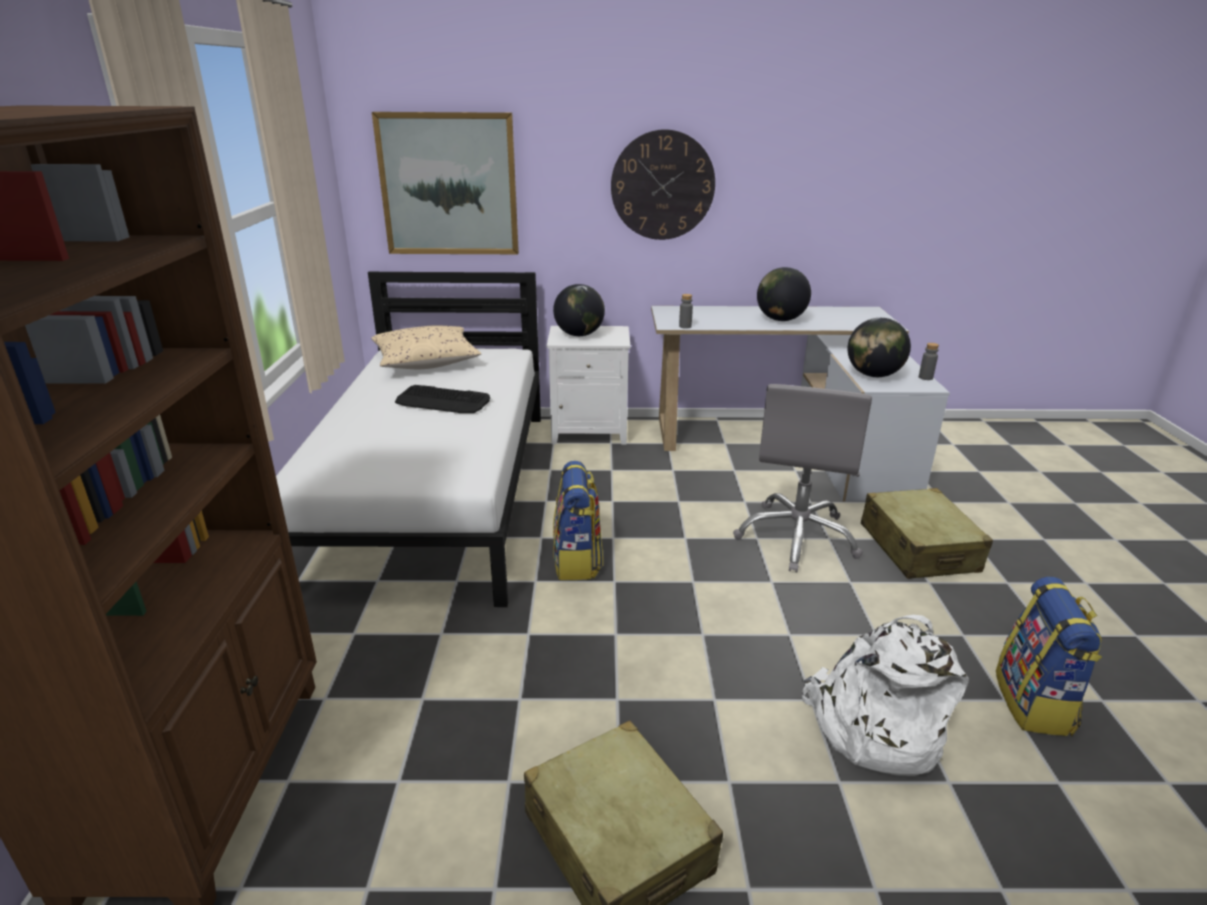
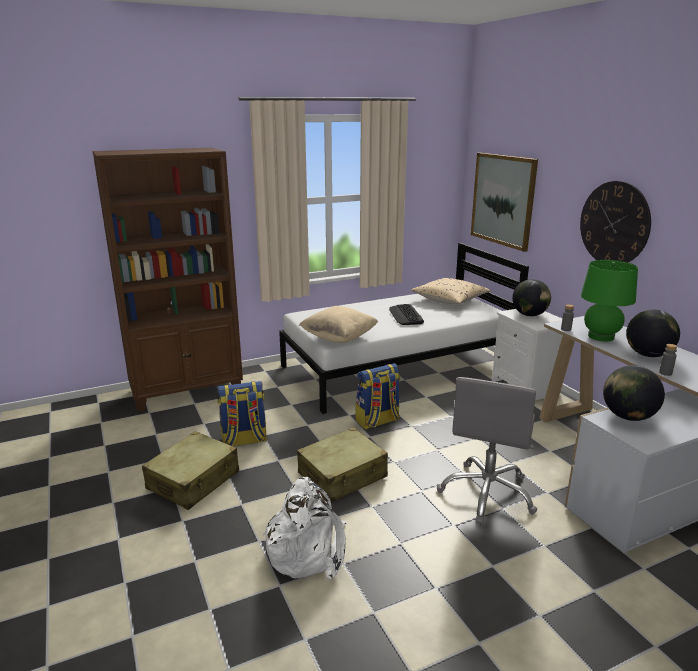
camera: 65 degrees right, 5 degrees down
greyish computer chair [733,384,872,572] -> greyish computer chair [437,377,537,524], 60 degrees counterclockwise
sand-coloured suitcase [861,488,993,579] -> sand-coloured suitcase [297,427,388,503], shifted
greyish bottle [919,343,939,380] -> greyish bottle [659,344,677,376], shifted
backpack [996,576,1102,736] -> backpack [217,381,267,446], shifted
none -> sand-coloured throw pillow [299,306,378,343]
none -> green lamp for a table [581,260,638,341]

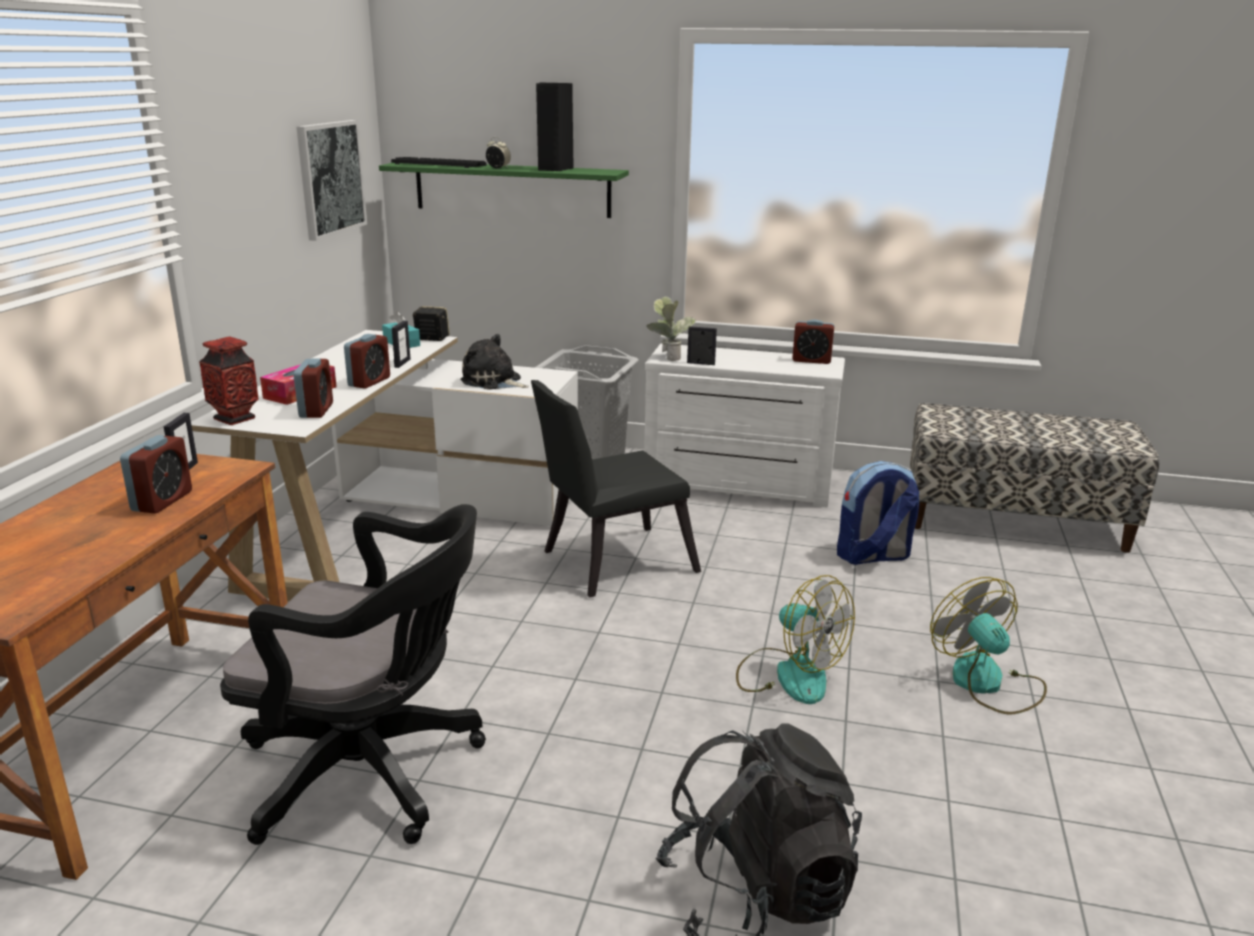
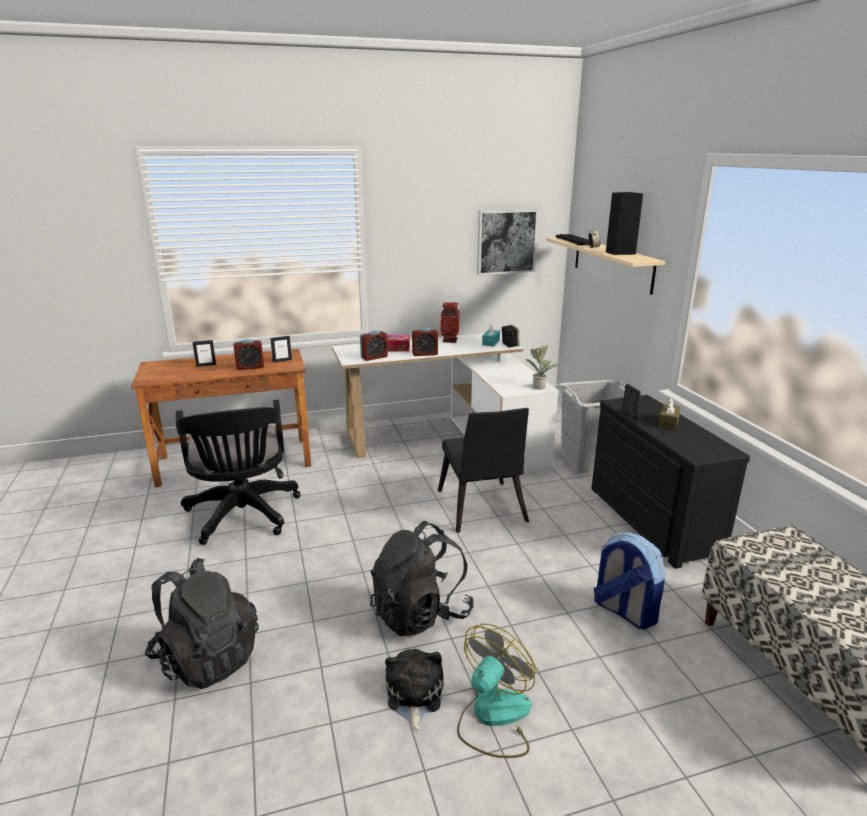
camera: 60 degrees right, 0 degrees up
decorative vase [199,337,258,425] -> decorative vase [441,302,460,343], shifted
green shelf [379,163,629,218] -> sand-coloured shelf [546,237,666,295]
picture frame [392,321,410,368] -> picture frame [192,340,216,367], shifted
plush toy [460,334,529,390] -> plush toy [385,649,444,732], shifted
black plain chair [531,380,701,597] -> black plain chair [438,408,529,533], 135 degrees counterclockwise
whitish dresser [644,343,845,508] -> black dresser [591,395,750,569]
potted plant [646,296,696,361] -> potted plant [526,345,558,390], shifted
fan [736,575,855,704] -> black backpack [370,521,474,636]
bedside clock [792,319,834,364] -> none
none -> brownish tissue box [658,398,681,430]

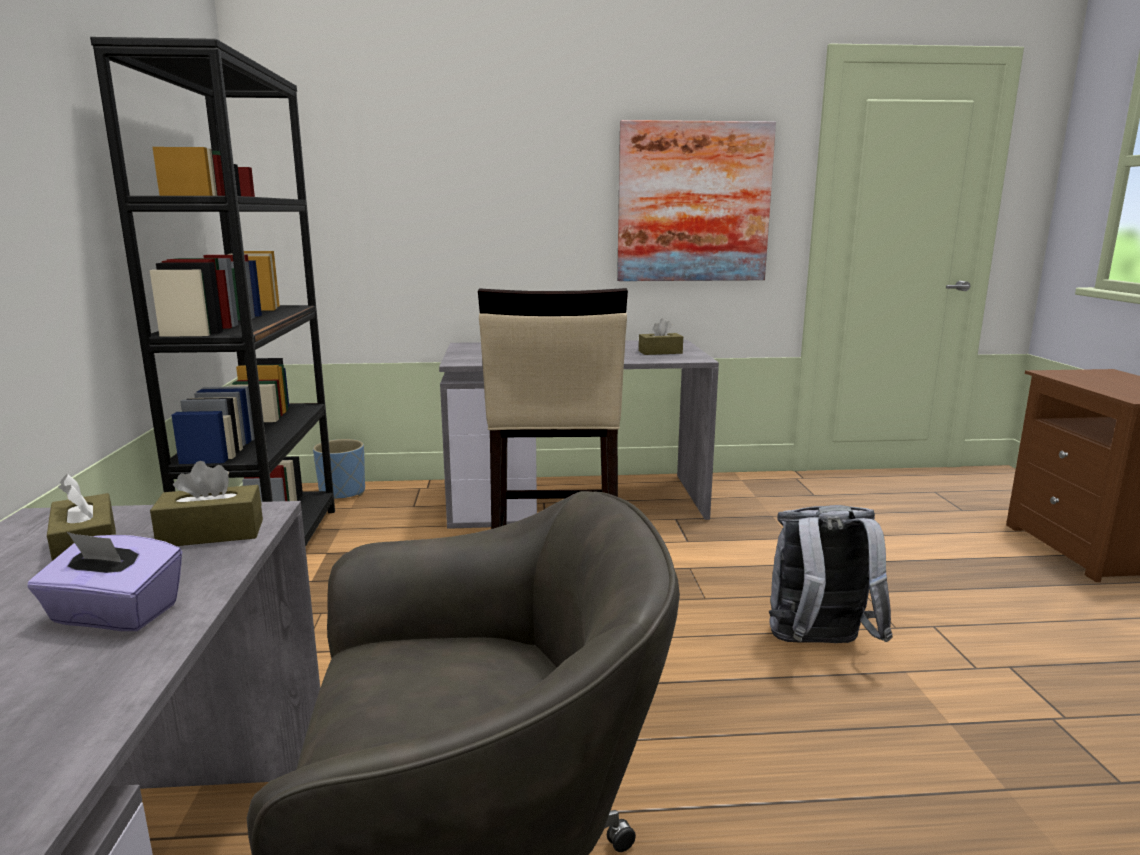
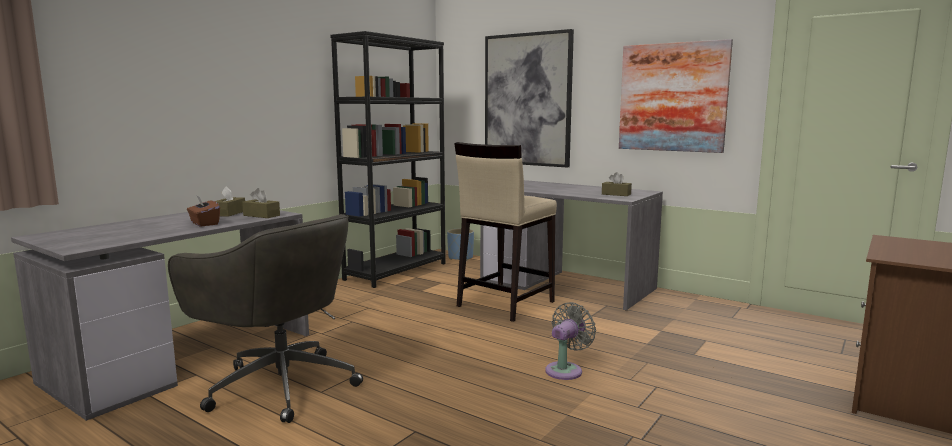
camera: 40 degrees right, 5 degrees down
purplish tissue box [28,532,182,631] -> brownish tissue box [187,196,220,227]
greyish backpack [769,505,893,643] -> greyish fan [545,302,596,380]
none -> wall art [485,29,574,168]

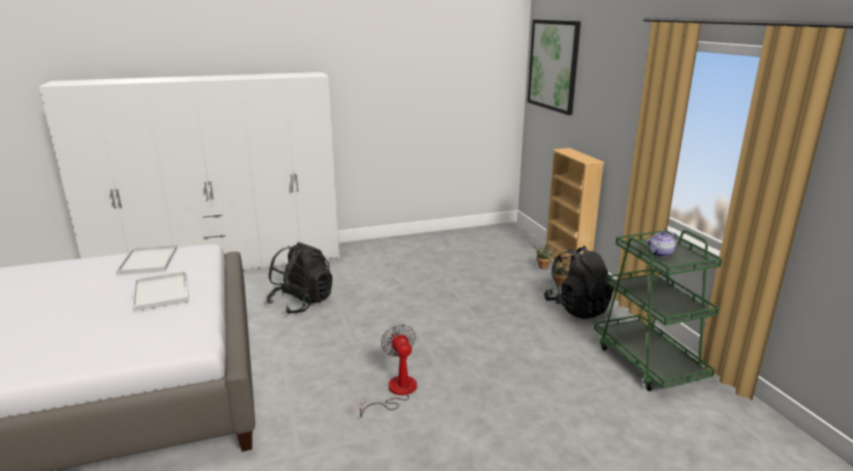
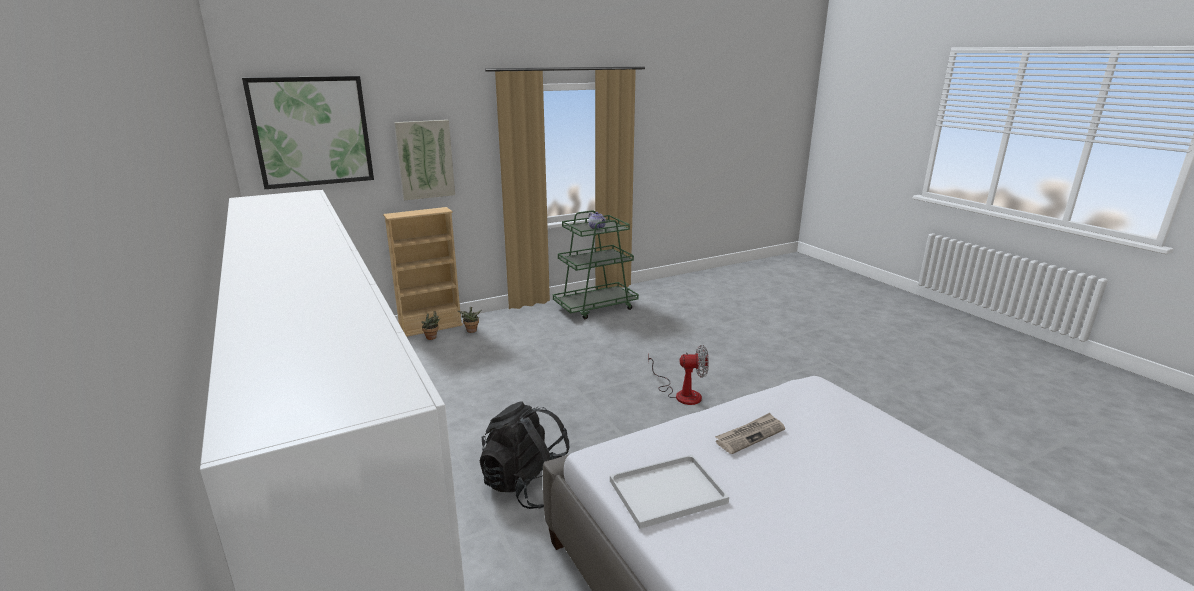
camera: 100 degrees left, 0 degrees up
whitish serving tray [132,271,189,312] -> newspaper [715,413,785,454]
fan [357,324,417,417] -> fan [648,345,709,405], 150 degrees counterclockwise
black backpack [544,246,614,319] -> none
none -> wall art [394,120,455,200]

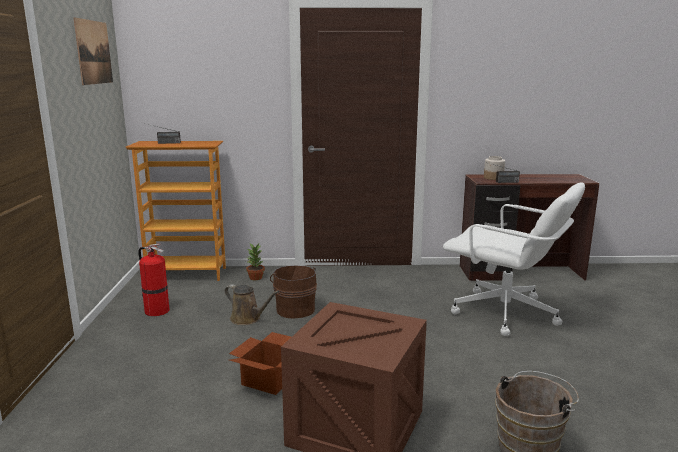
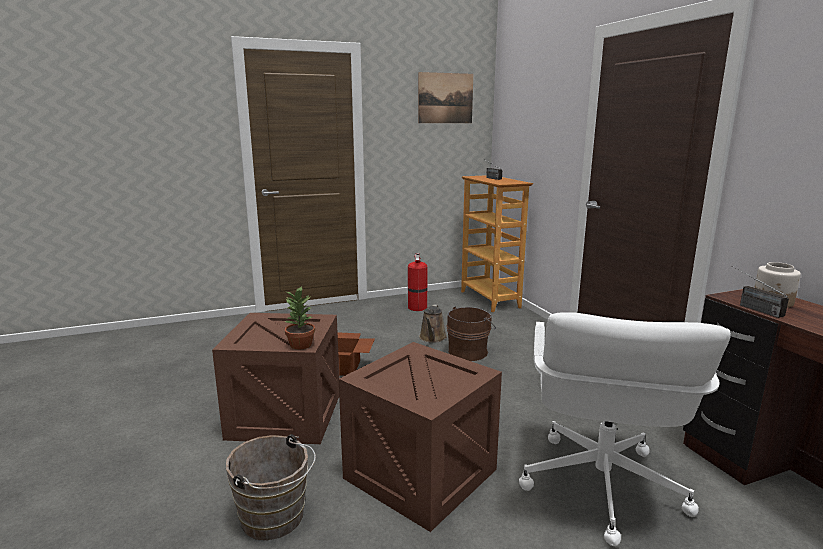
camera: 70 degrees right, 0 degrees up
potted plant [246,243,265,280] -> potted plant [285,286,315,350], shifted
none -> crate [339,342,502,532]

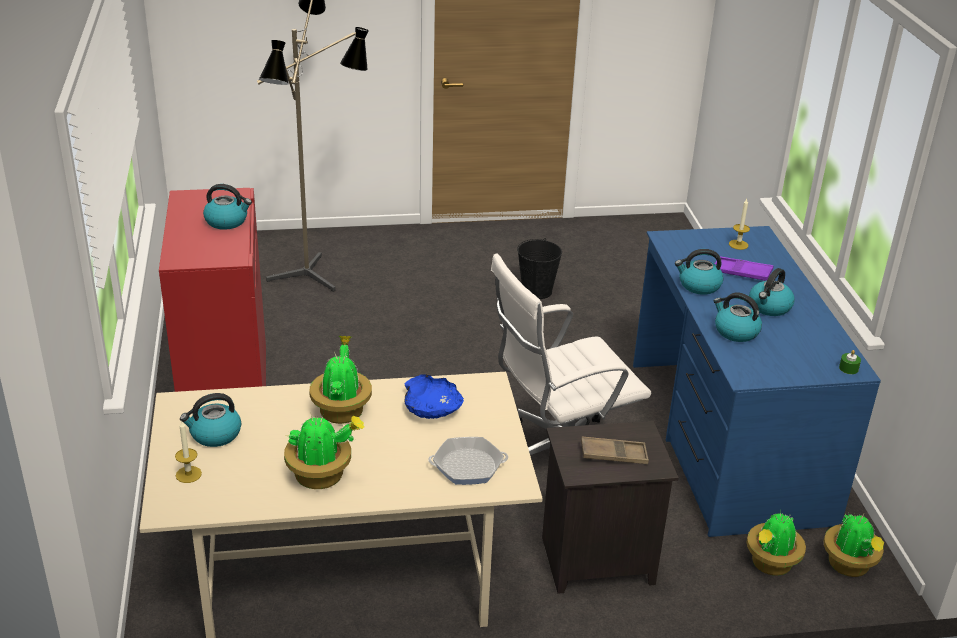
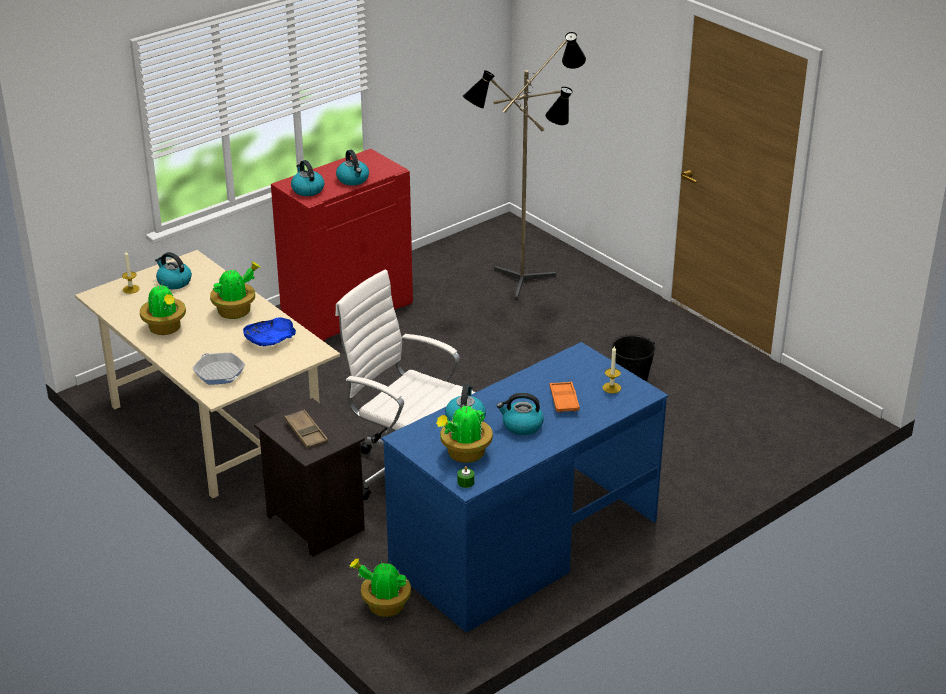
camera: 60 degrees right, 0 degrees up
water kettle [675,249,723,295] -> water kettle [291,160,324,196], shifted
purplish serving tray [715,256,773,281] -> orangey serving tray [550,381,580,413]
potted plant [824,512,884,577] -> potted plant [436,405,493,463], shifted

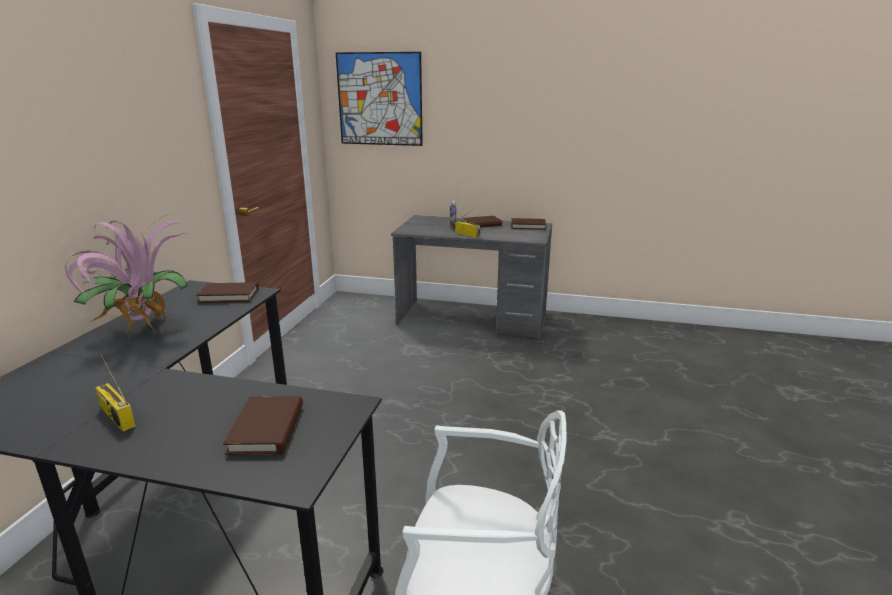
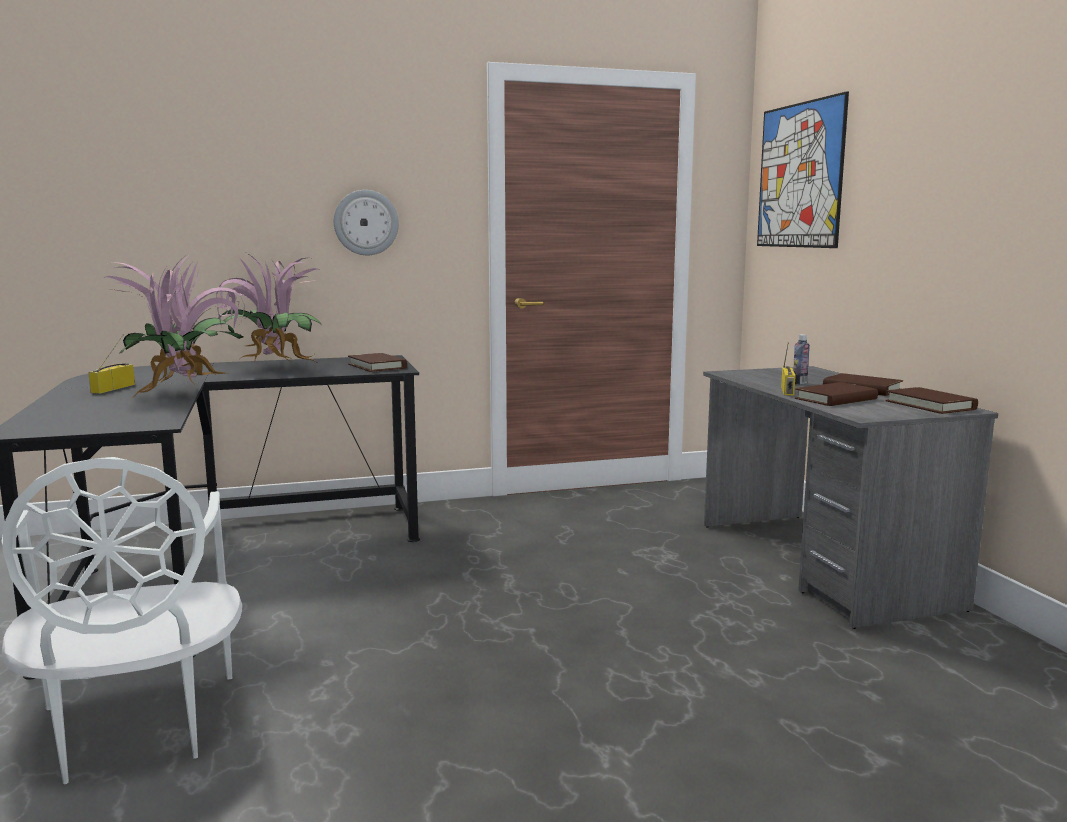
camera: 60 degrees right, 10 degrees down
brownish volume [223,396,303,455] -> brownish volume [795,382,878,406], shifted
none -> potted plant [104,255,245,400]
none -> clock on the wall [334,190,399,255]

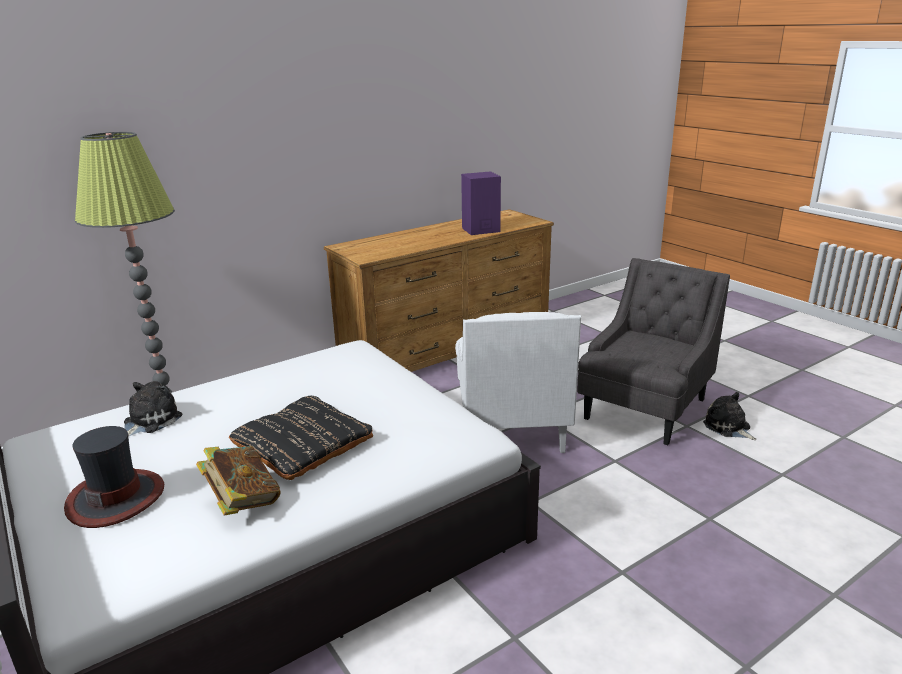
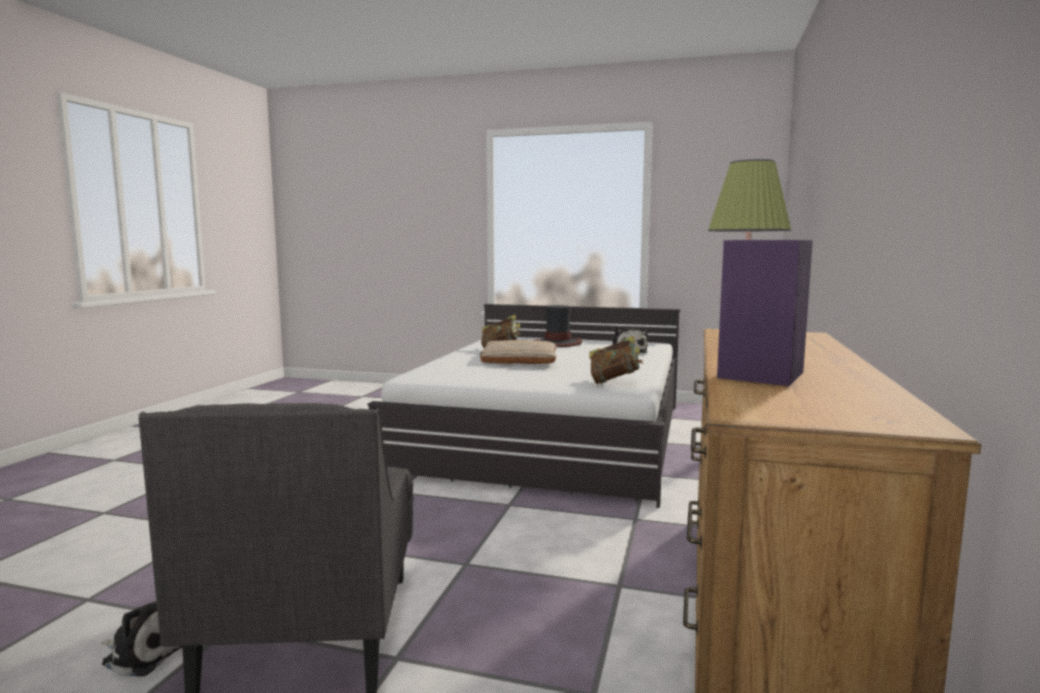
camera: 140 degrees right, 15 degrees down
black throw pillow [229,396,373,480] -> sand-coloured throw pillow [480,340,557,364]
whitish lounge chair [455,312,581,453] -> none
none -> volume [589,336,643,384]

